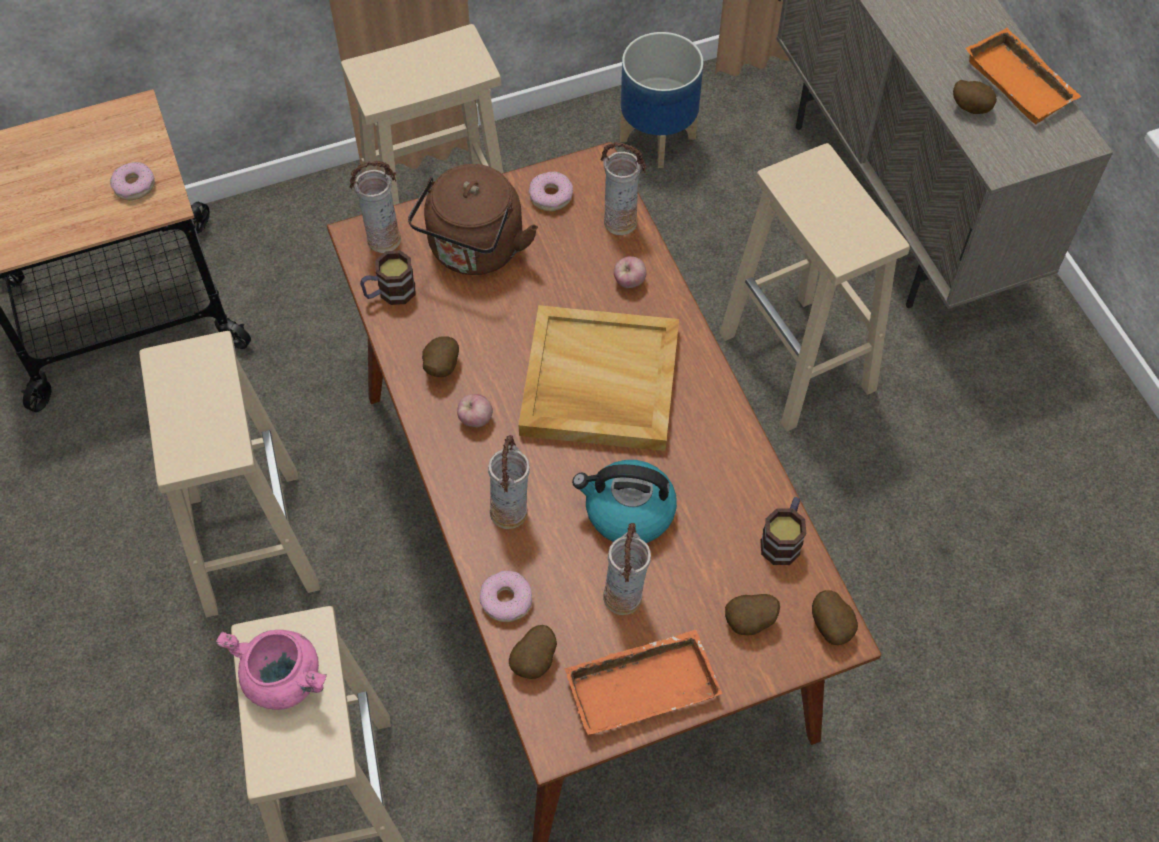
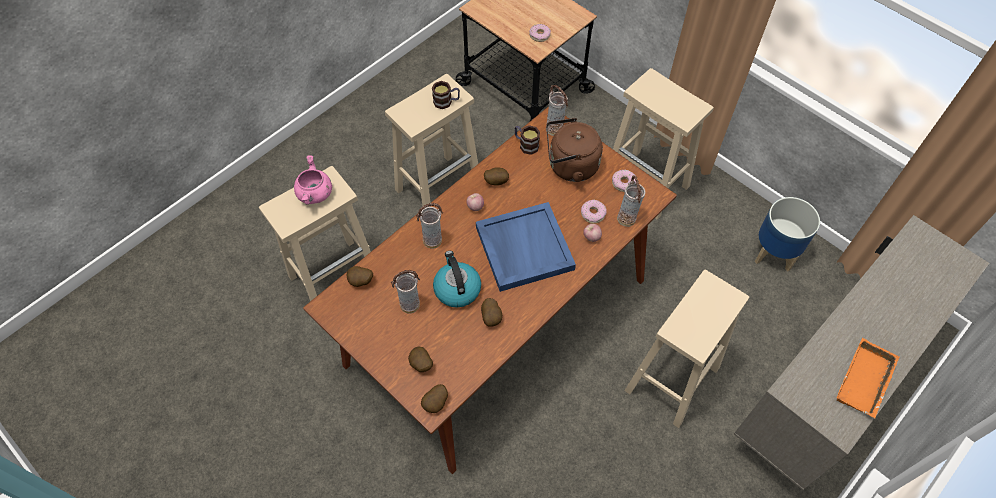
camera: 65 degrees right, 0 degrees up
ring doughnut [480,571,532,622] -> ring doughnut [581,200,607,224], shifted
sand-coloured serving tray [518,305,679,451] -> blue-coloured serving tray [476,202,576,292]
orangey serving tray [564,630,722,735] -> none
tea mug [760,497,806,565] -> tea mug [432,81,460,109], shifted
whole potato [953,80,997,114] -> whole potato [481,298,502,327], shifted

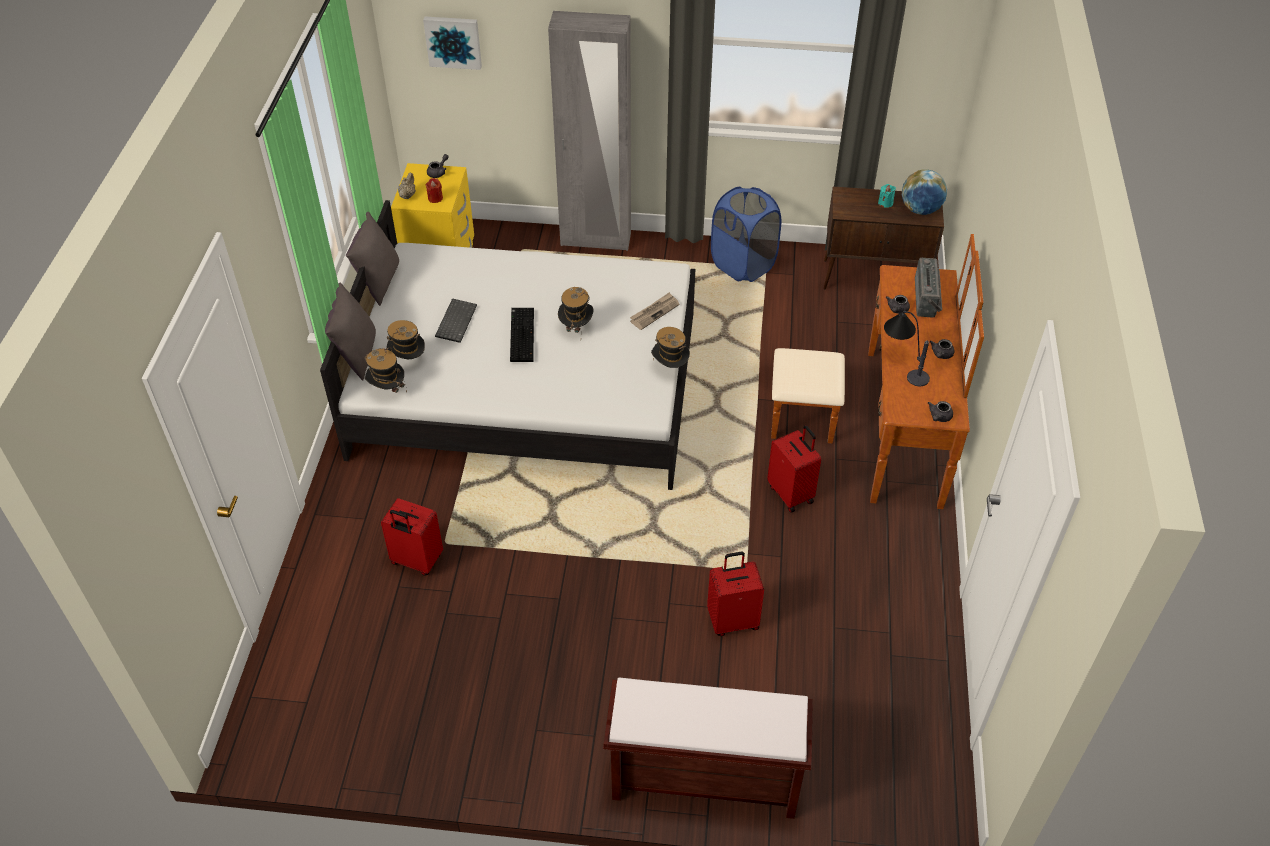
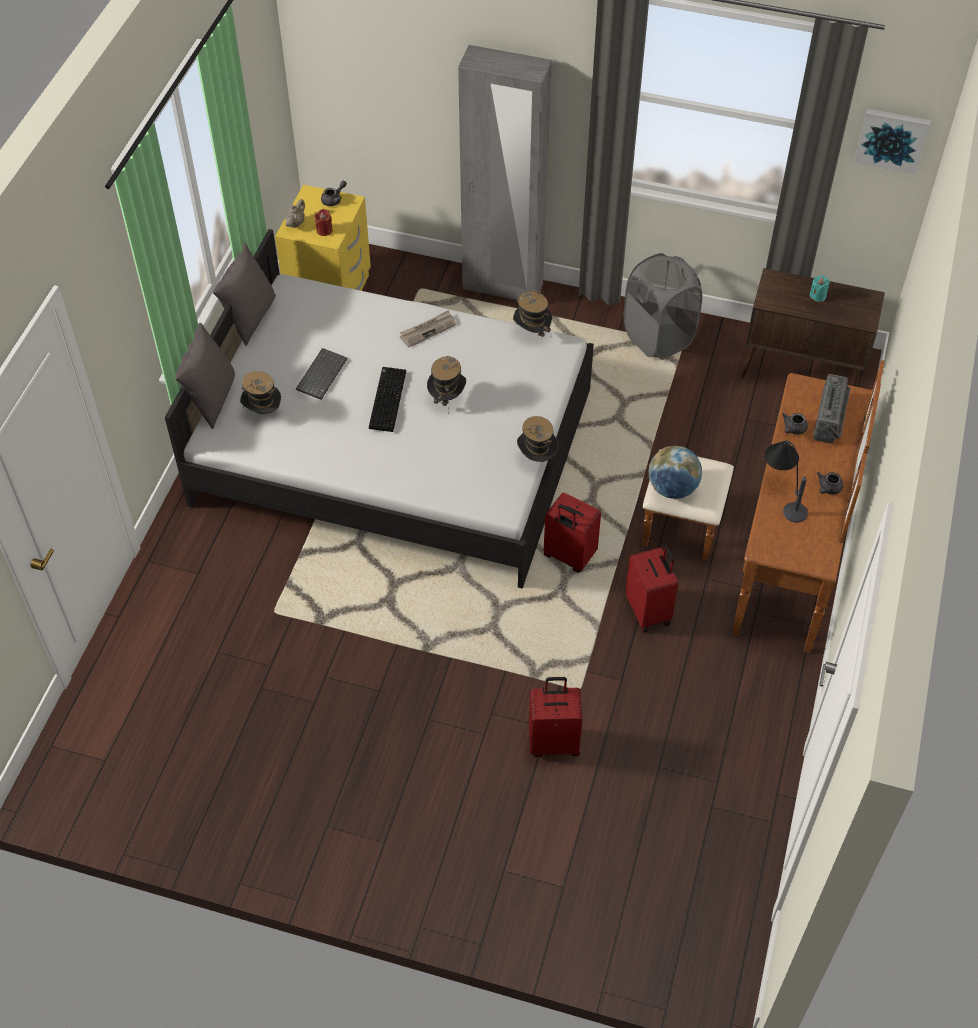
camera: 10 degrees right, 5 degrees up
hat [365,347,407,393] -> hat [513,290,552,337], shifted
red suitcase [381,498,443,575] -> red suitcase [544,493,601,572], shifted
wall art [423,16,482,70] -> wall art [854,109,931,174], shifted
brownish indoor bench [603,677,813,819] -> none
newspaper [630,292,679,330] -> newspaper [400,310,456,348], shifted
blue-coloured laundry basket [711,187,781,282] -> greyish laundry basket [624,253,702,360]
world globe [902,169,947,215] -> world globe [649,446,702,499], shifted
greyish tea pot [928,401,953,422] -> none

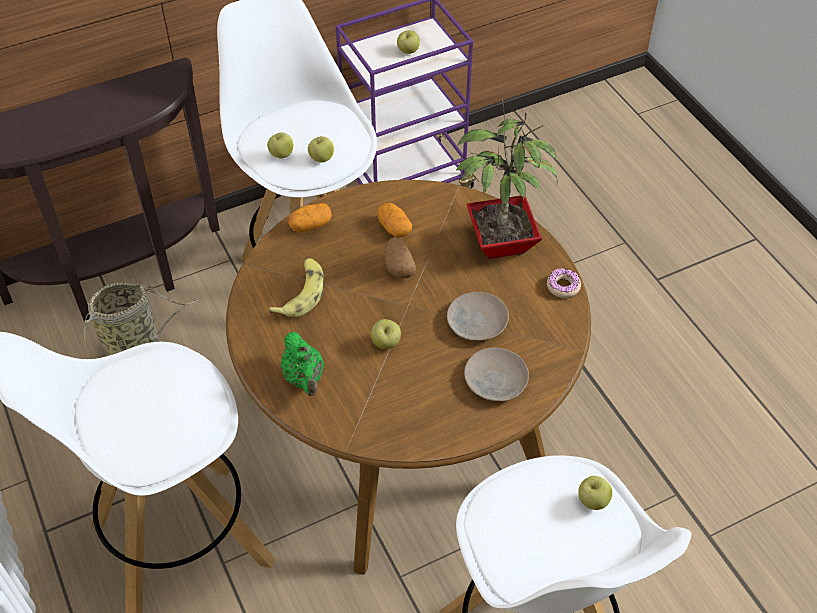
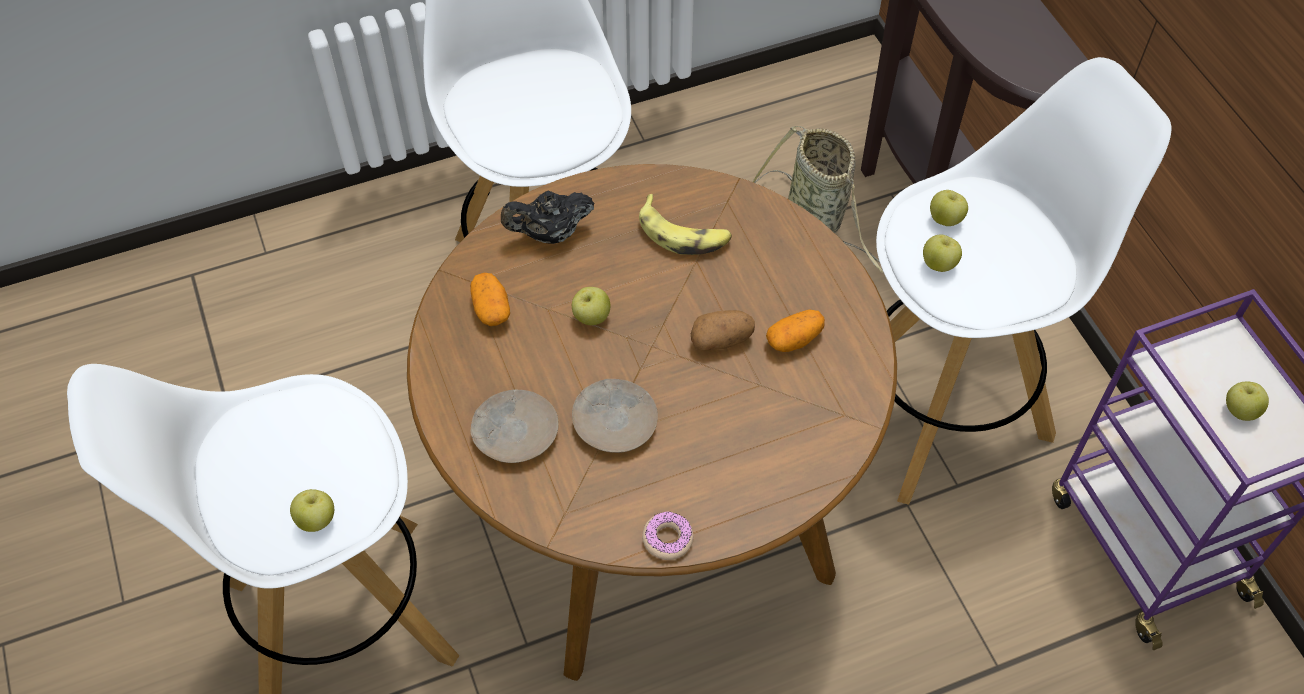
camera: 95 degrees right, 5 degrees up
green tea pot [280,332,324,396] -> black tea pot [501,190,594,244]
whole potato [288,203,332,232] -> whole potato [470,273,510,326], shifted
potted plant [456,97,558,259] -> none

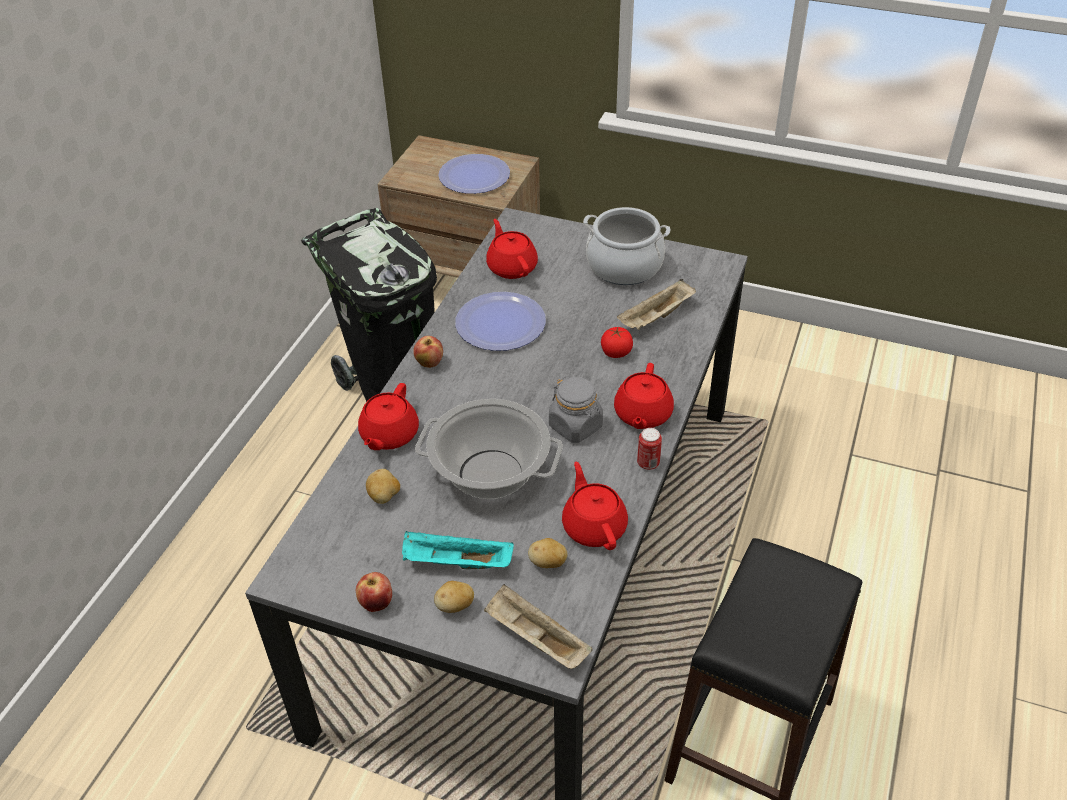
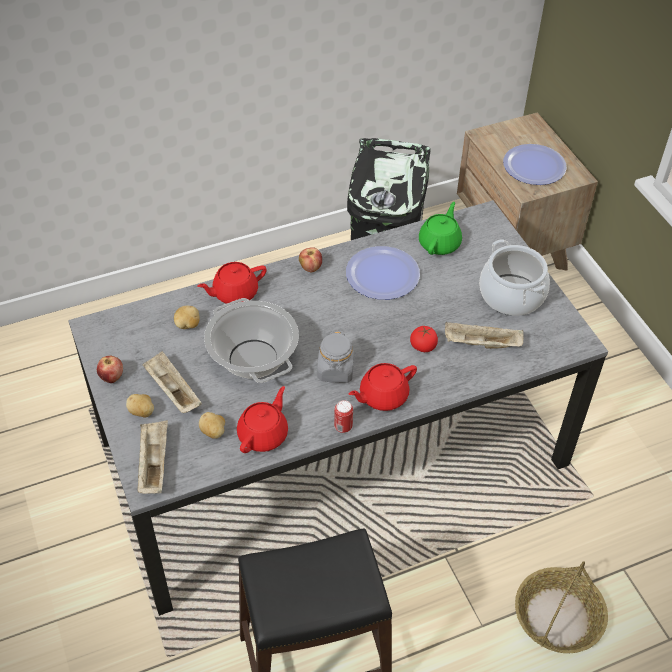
camera: 45 degrees right, 5 degrees up
turquoise serving tray [402,531,514,569] -> sand-coloured serving tray [143,351,202,413]
red tea pot [486,219,538,279] -> green tea pot [419,202,462,255]
none -> household basket [515,561,608,653]

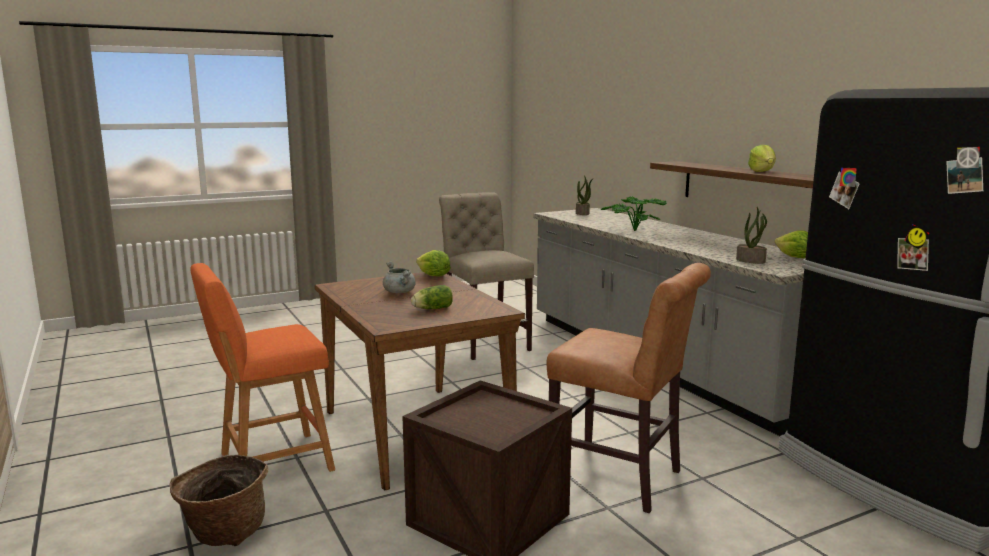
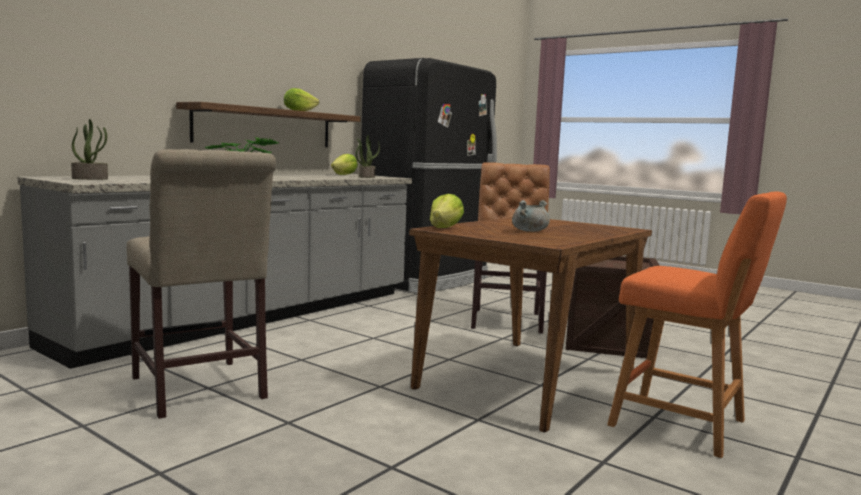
camera: 115 degrees left, 5 degrees down
household basket [170,455,269,546] -> none
head of lettuce [411,285,453,309] -> none
sand-coloured plain chair [439,192,534,360] -> sand-coloured plain chair [126,149,276,419], 75 degrees counterclockwise

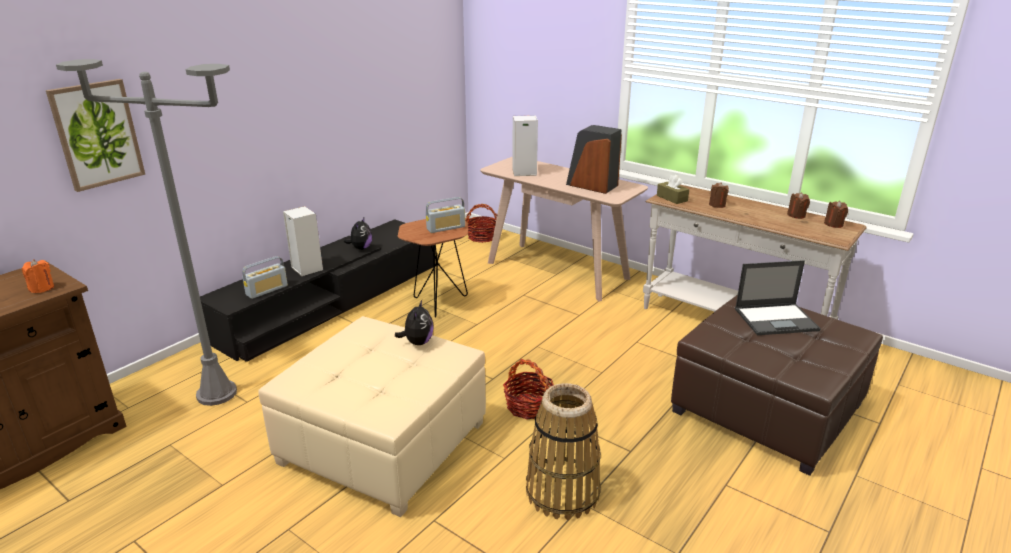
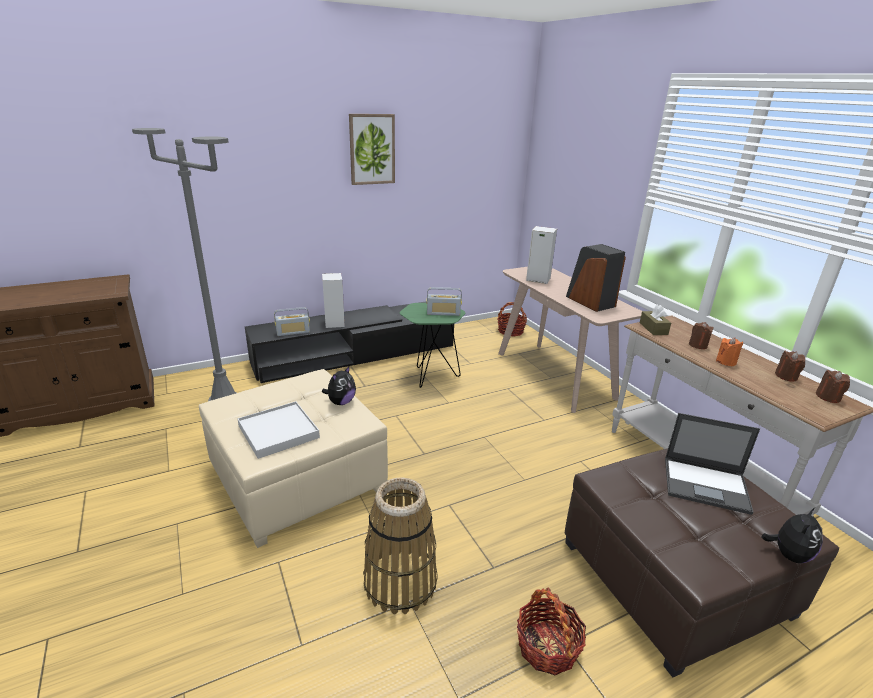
camera: 25 degrees right, 0 degrees up
orangey wax candle [22,259,54,293] -> orangey wax candle [716,337,743,366], shifted
wall art [46,79,145,192] -> wall art [349,114,395,185], shifted
plush toy [344,218,372,250] -> plush toy [761,508,823,563], shifted
brownish accent table [398,219,468,318] -> green accent table [400,303,466,388]
household basket [503,359,554,419] -> household basket [517,587,586,676], shifted
none -> whitish serving tray [237,401,320,459]

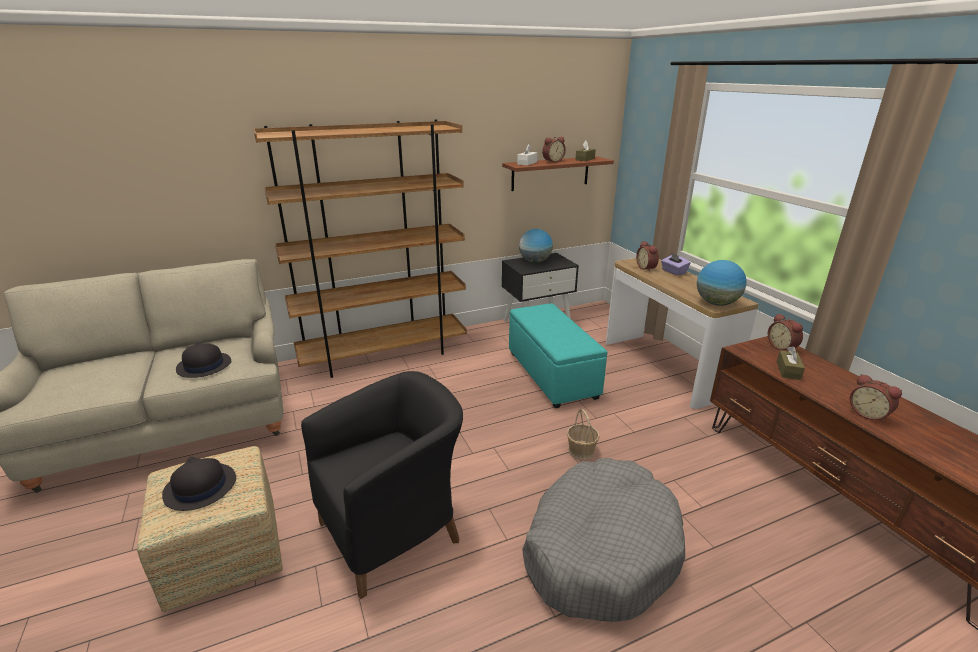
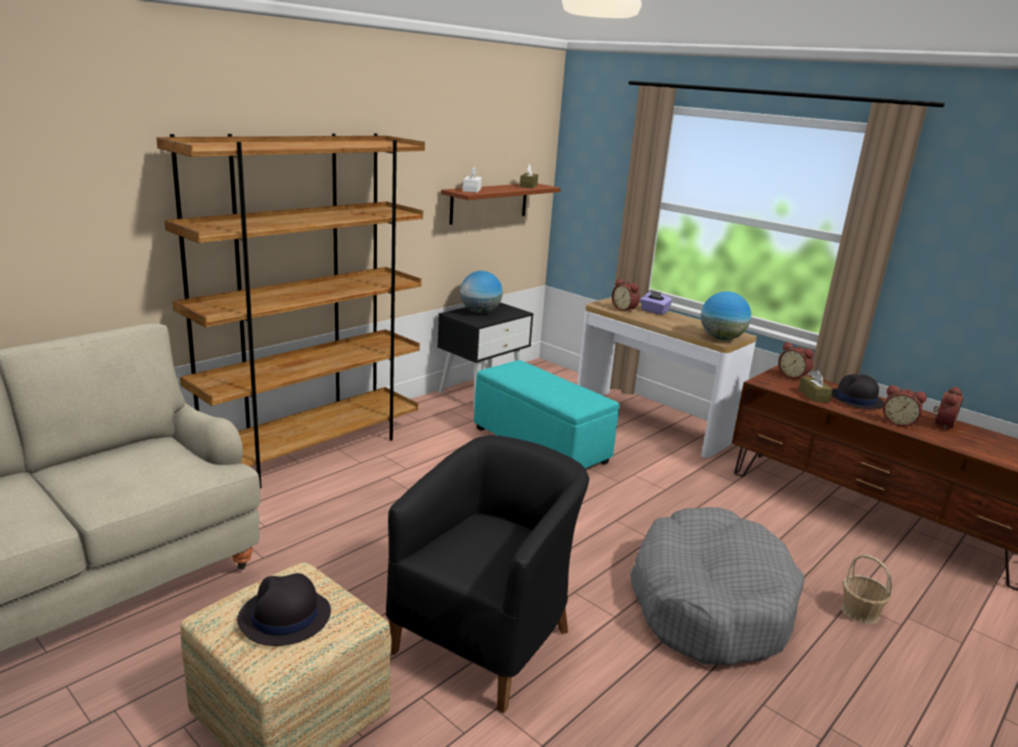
camera: 25 degrees left, 5 degrees down
black hat [176,342,231,378] -> black hat [831,374,884,409], shifted
bedside clock [542,137,566,163] -> bedside clock [933,387,963,430], shifted
household basket [567,409,600,459] -> household basket [841,555,892,624], shifted

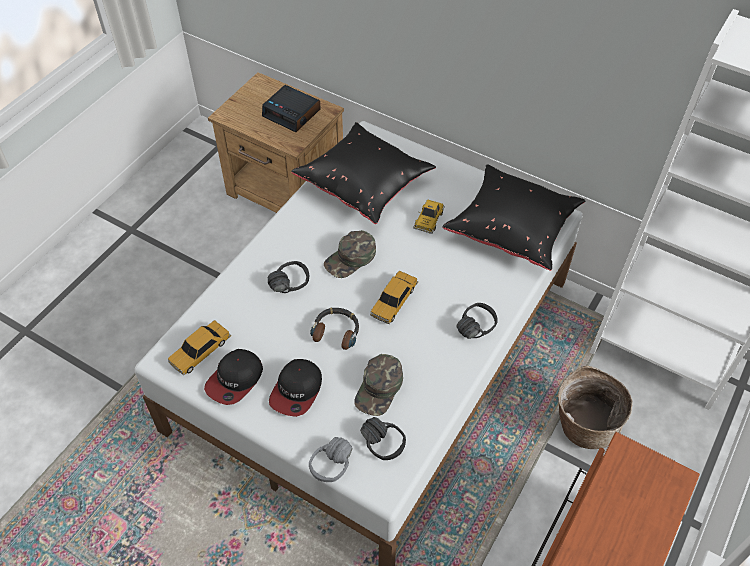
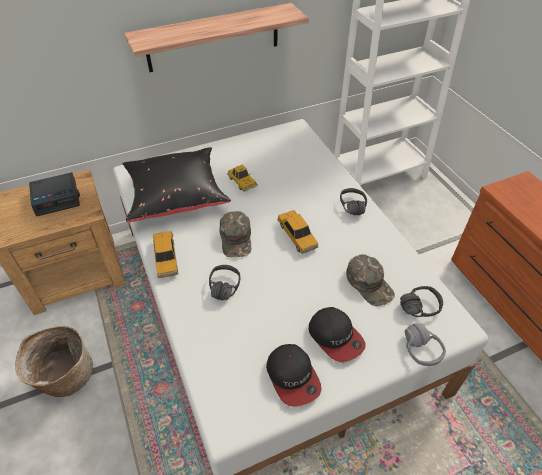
camera: 55 degrees left, 5 degrees down
toy car [168,320,231,375] -> toy car [153,231,178,278], shifted
headset [310,308,359,350] -> none
black throw pillow [442,165,586,271] -> none
household basket [558,365,633,449] -> household basket [15,326,93,397], shifted
none -> shelf [124,3,309,72]

